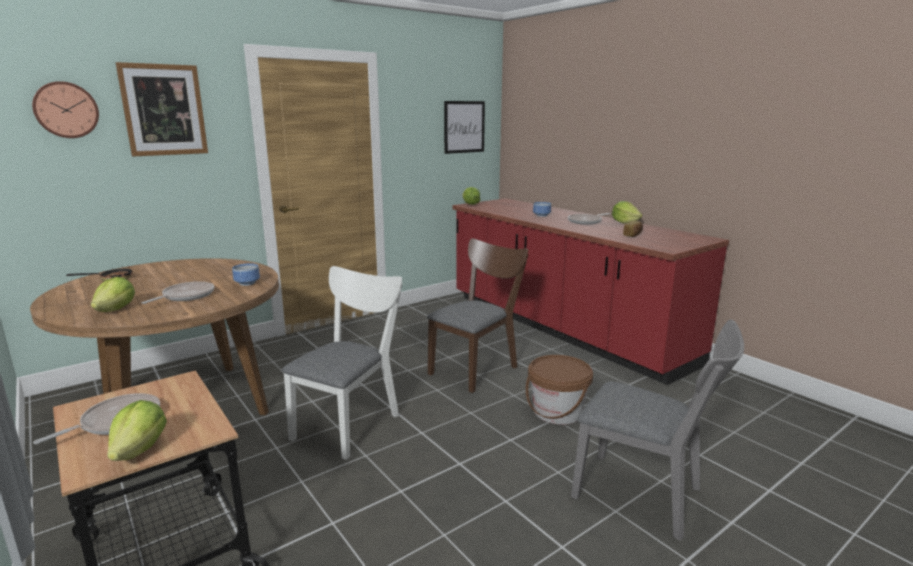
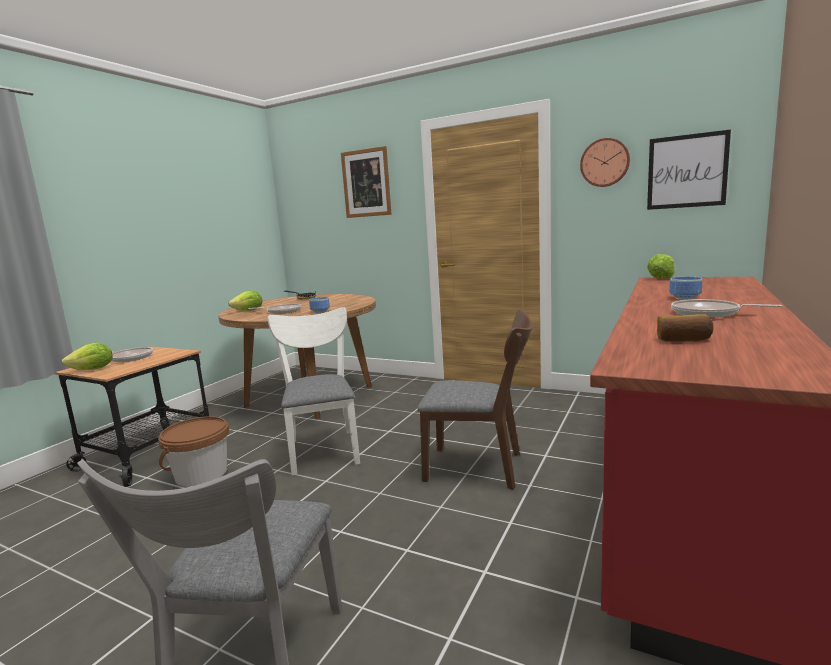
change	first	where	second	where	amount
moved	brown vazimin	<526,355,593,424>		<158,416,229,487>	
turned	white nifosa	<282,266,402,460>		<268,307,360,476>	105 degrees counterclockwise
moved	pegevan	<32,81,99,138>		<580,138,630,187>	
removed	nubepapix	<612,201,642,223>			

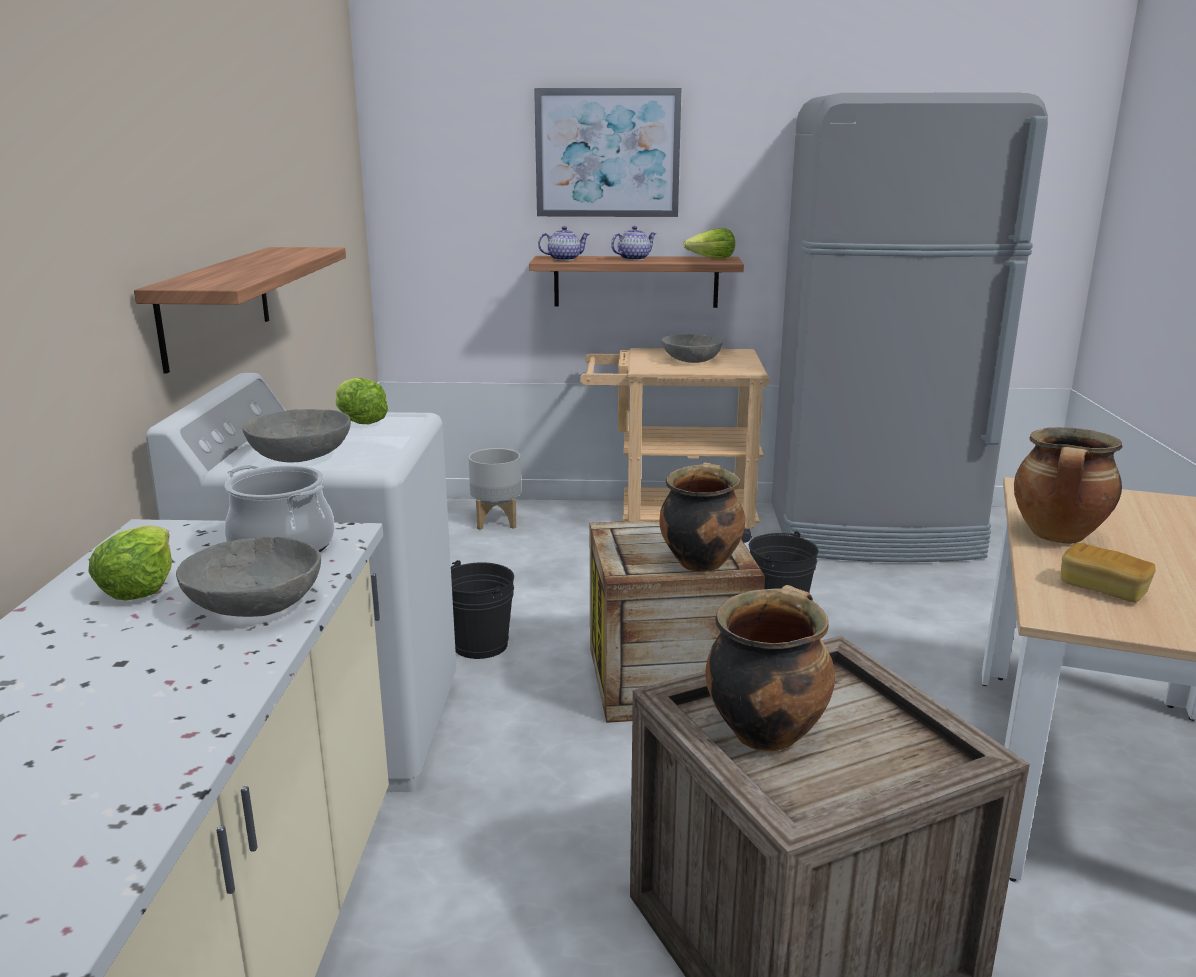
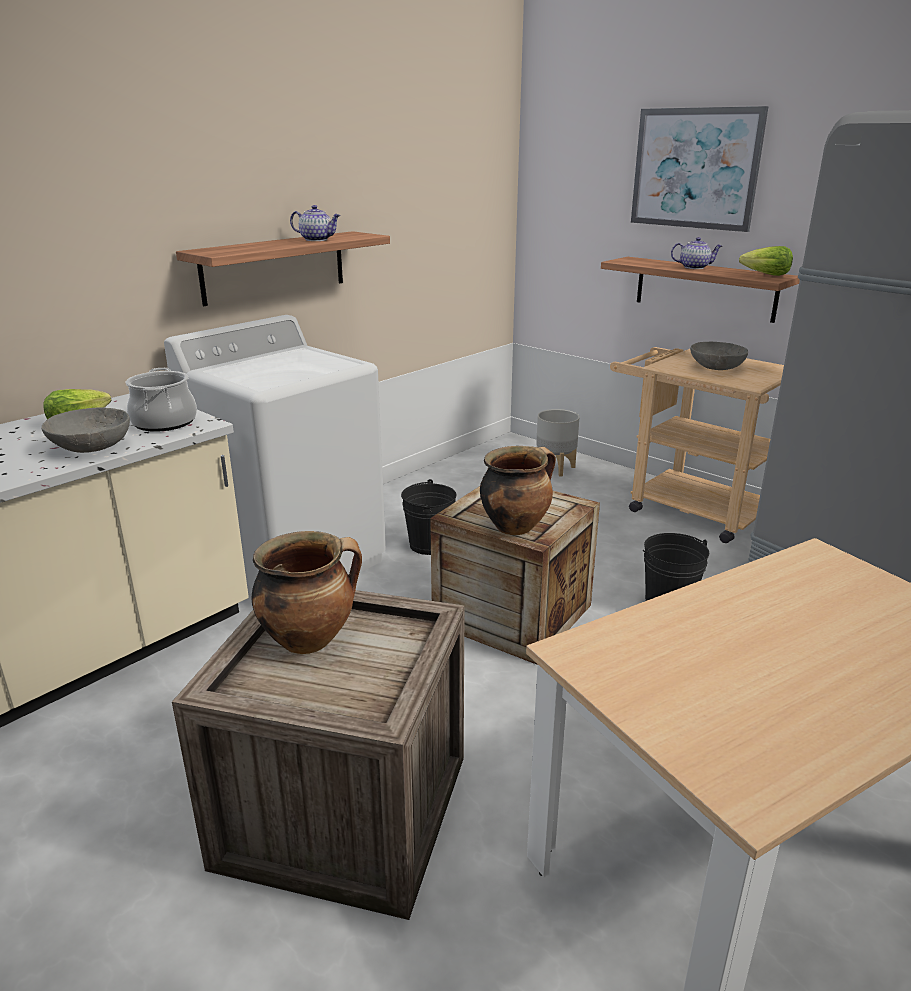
change	first	where	second	where	amount
moved	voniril	<538,226,590,261>		<290,205,341,241>	
removed	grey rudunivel	<242,409,351,463>			
removed	nubepapix	<335,377,388,424>			
removed	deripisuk	<1014,427,1122,544>			
removed	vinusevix	<1061,543,1156,603>			

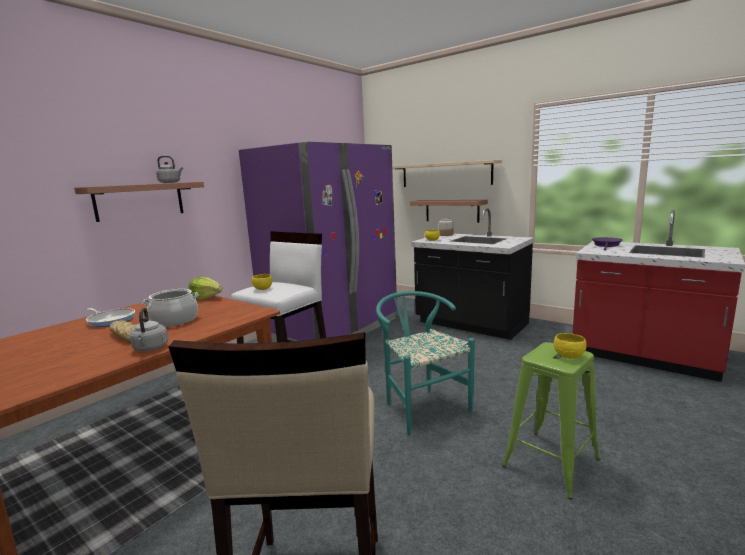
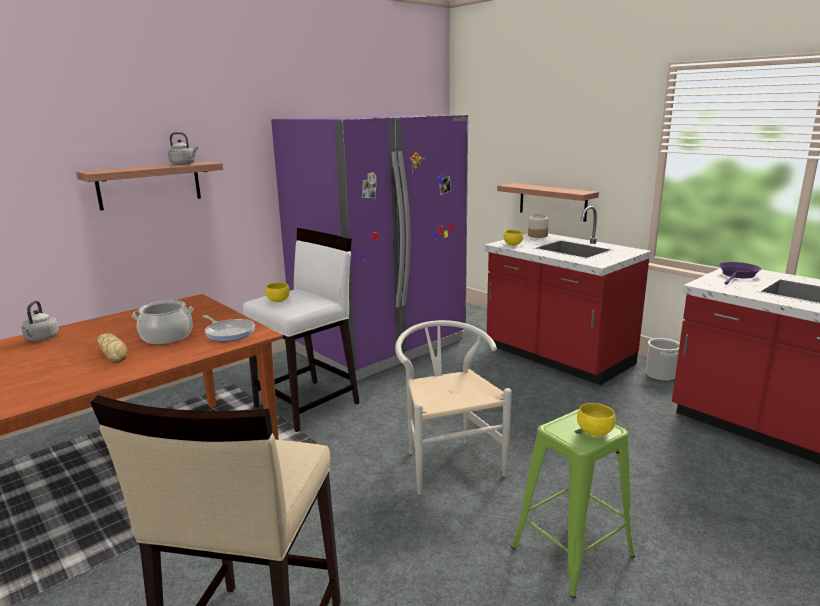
change	first	where	second	where	amount
moved	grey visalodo	<130,308,168,352>		<21,301,59,341>	
moved	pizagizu	<86,308,135,327>		<202,315,255,341>	
recoloured	turquoise nifosa	<376,291,475,436>	white nifosa	<395,320,512,495>	
recoloured	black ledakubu	<411,208,534,340>	red ledakubu	<484,206,652,385>	
added			vazimin	<645,338,680,381>	
removed	nubepapix	<189,277,222,300>			
removed	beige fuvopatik	<392,160,502,187>			

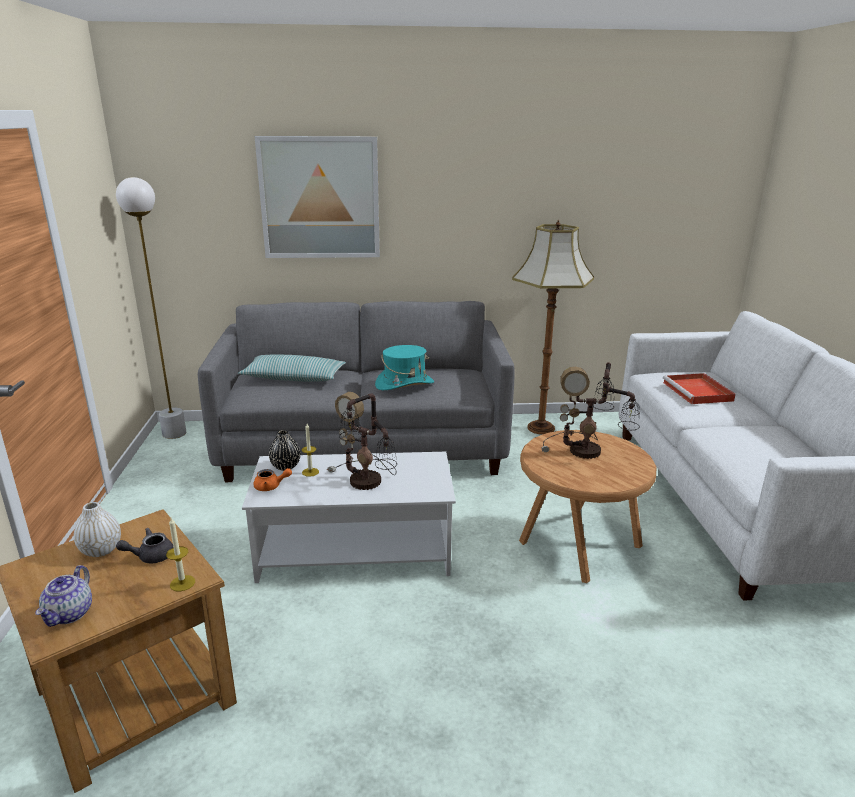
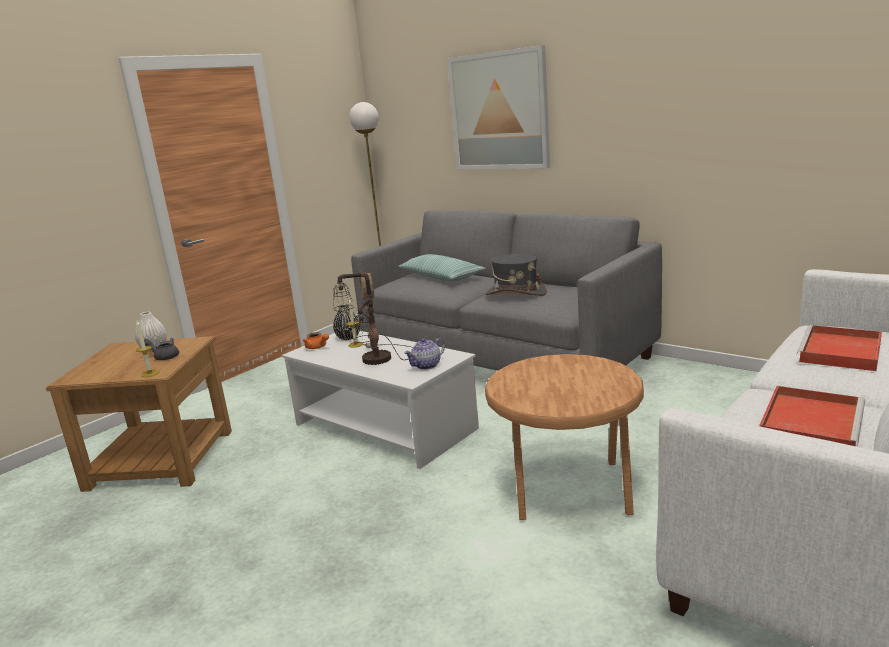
change	first	where	second	where	amount
moved	voniril	<36,565,92,627>		<404,338,445,370>	
recoloured	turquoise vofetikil	<375,345,434,390>	grey vofetikil	<486,254,547,296>	
added			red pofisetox	<759,386,865,446>	
removed	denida	<512,219,594,435>			
removed	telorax	<541,362,640,459>			

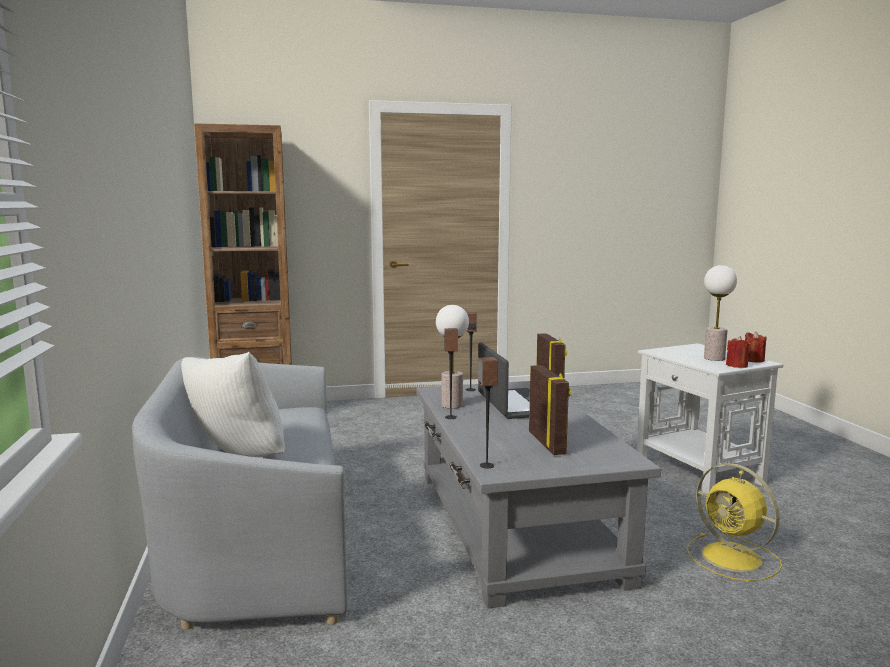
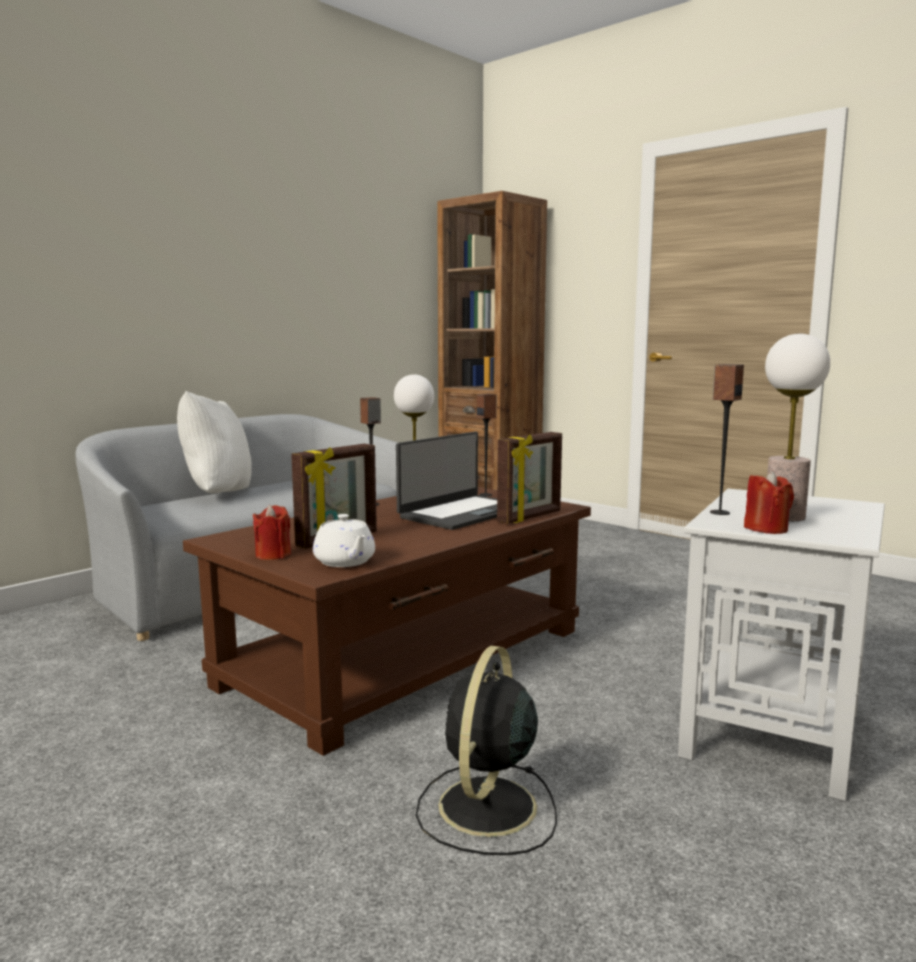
change	first	where	second	where	amount
recoloured	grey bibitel	<416,381,661,609>	brown bibitel	<183,487,591,756>	
moved	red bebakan	<745,332,767,362>		<253,505,291,560>	
added			white voniril	<313,514,375,567>	
recoloured	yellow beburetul	<686,463,782,581>	black beburetul	<416,646,557,855>	
moved	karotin	<478,357,498,469>		<710,364,744,515>	

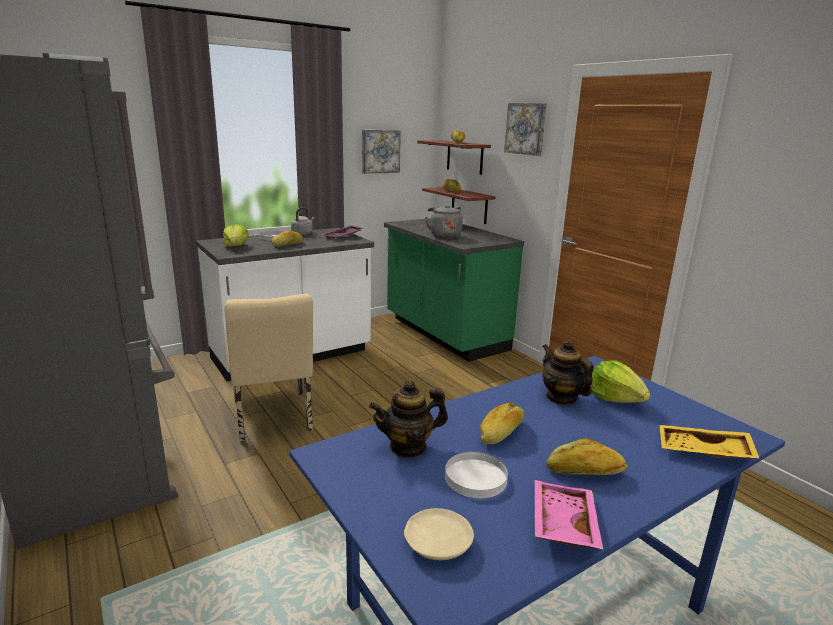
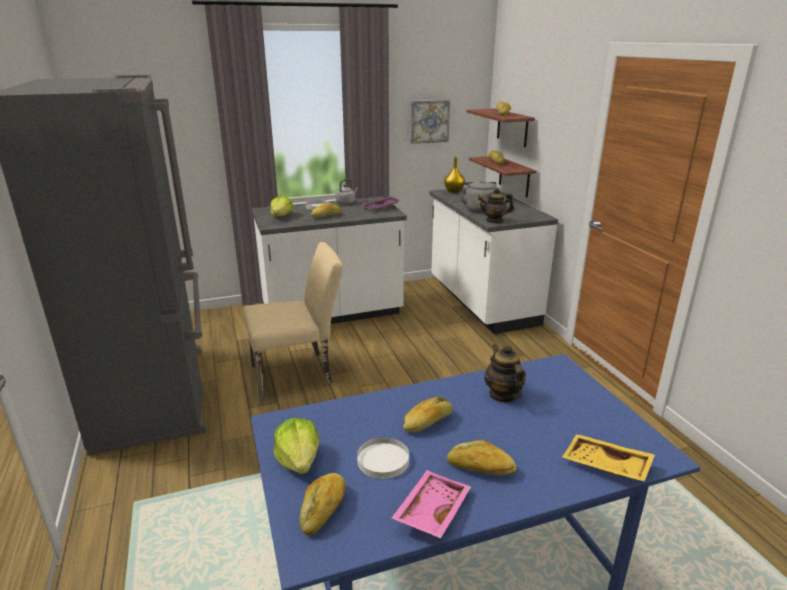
change	first	where	second	where	amount
turned	beige nifosa	<225,294,313,442>		<243,242,343,398>	105 degrees counterclockwise
moved	nubepapix	<591,360,650,403>		<273,418,319,474>	
replaced	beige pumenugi	<404,508,474,560>	vinusevix	<300,473,345,535>	
recoloured	green ledakubu	<384,218,524,362>	white ledakubu	<429,187,558,334>	
added			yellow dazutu	<444,157,465,193>	
moved	voniril	<369,380,448,458>		<478,188,514,223>	
removed	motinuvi	<504,103,547,156>			

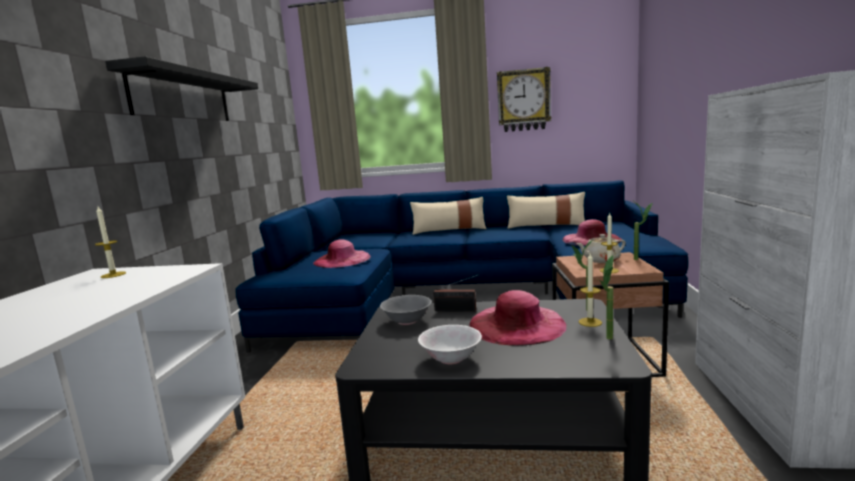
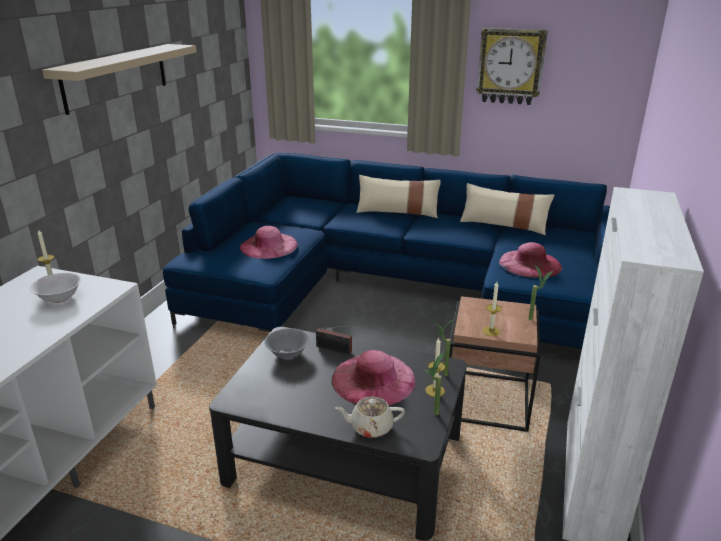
change	first	where	second	where	amount
moved	white rudunivel	<418,325,482,364>		<30,273,82,303>	
recoloured	black fuvopatik	<105,56,258,121>	beige fuvopatik	<42,44,197,115>	
moved	beige voniril	<576,234,626,263>		<335,397,405,438>	

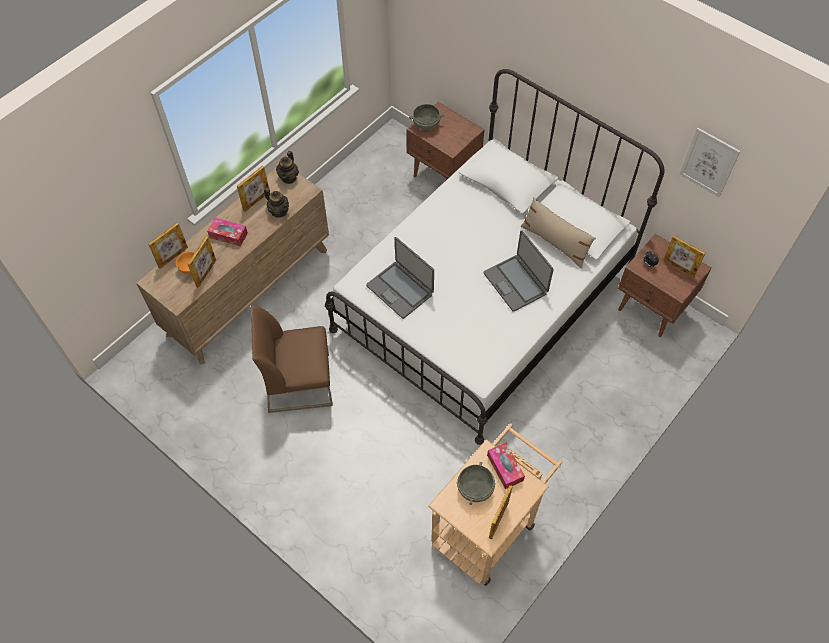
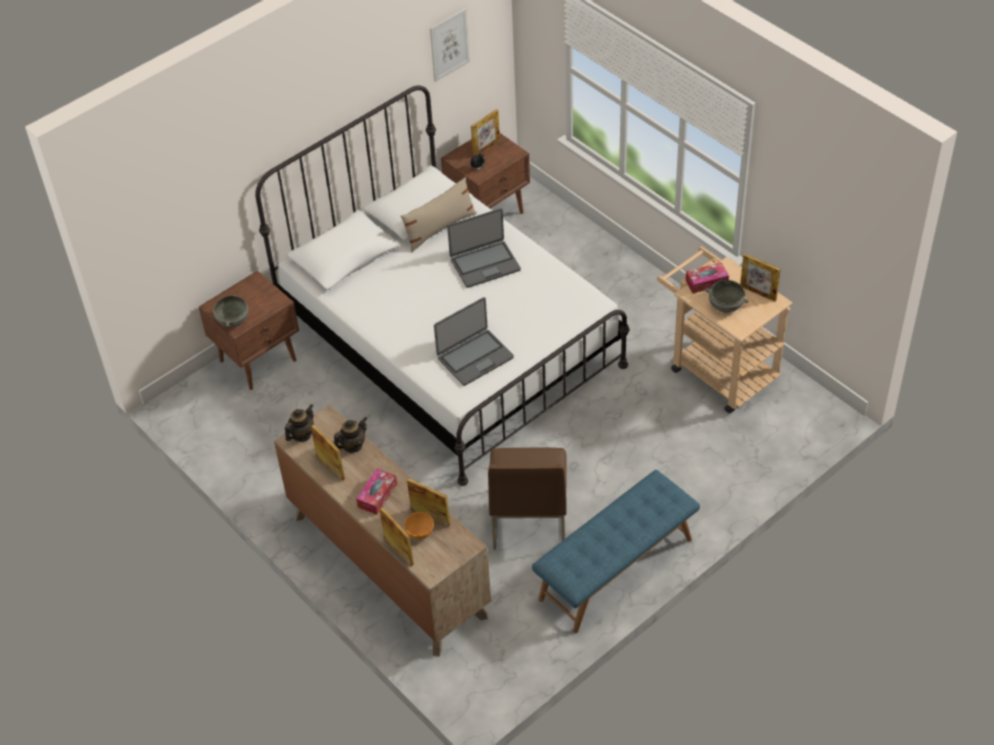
change	first	where	second	where	amount
turned	voniril	<276,151,299,184>		<285,404,314,442>	75 degrees counterclockwise
added			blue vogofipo	<532,470,700,633>	

